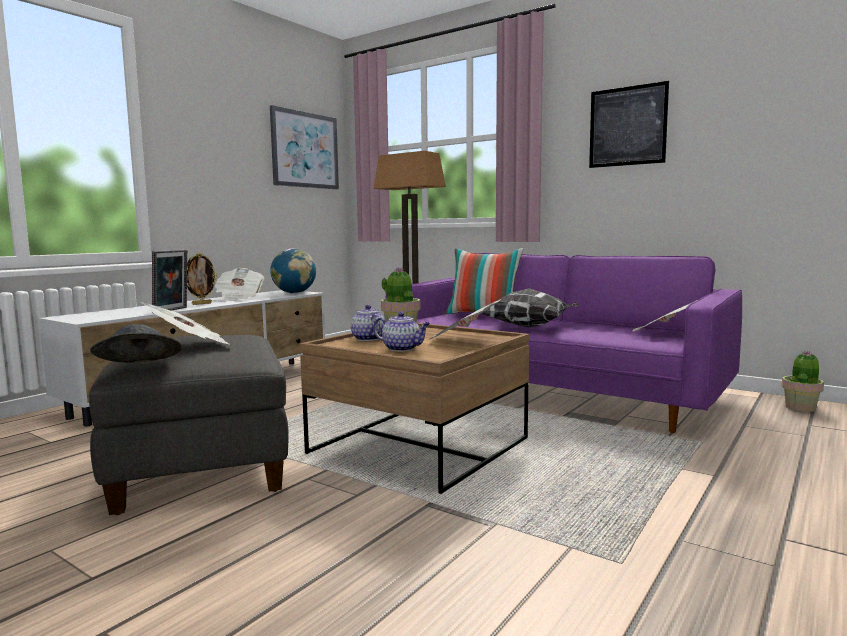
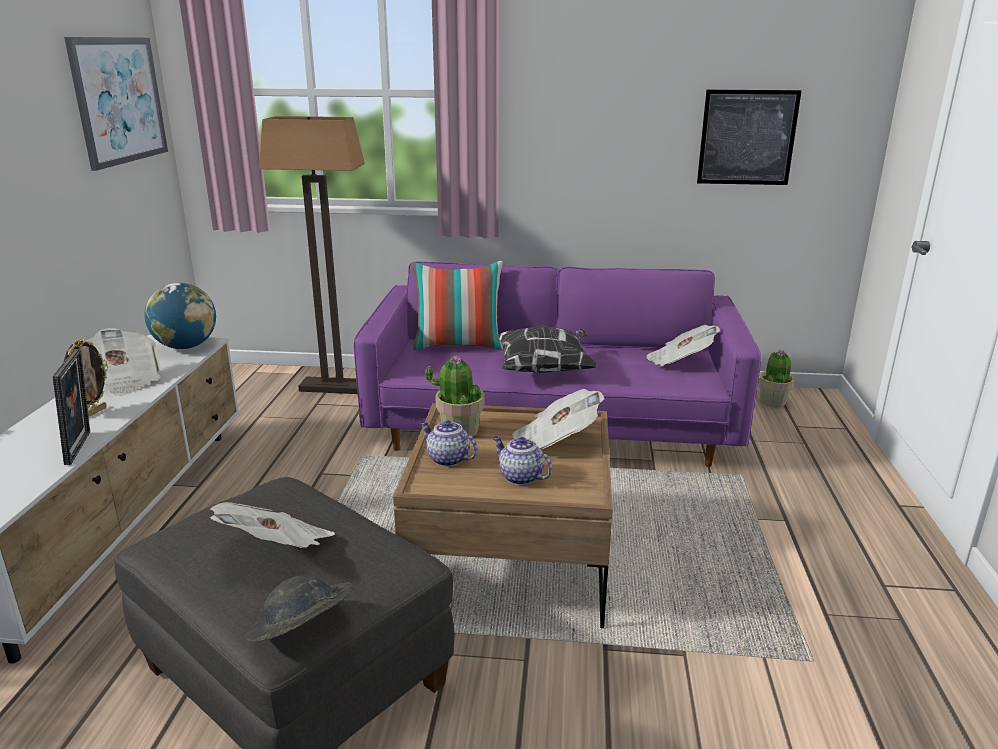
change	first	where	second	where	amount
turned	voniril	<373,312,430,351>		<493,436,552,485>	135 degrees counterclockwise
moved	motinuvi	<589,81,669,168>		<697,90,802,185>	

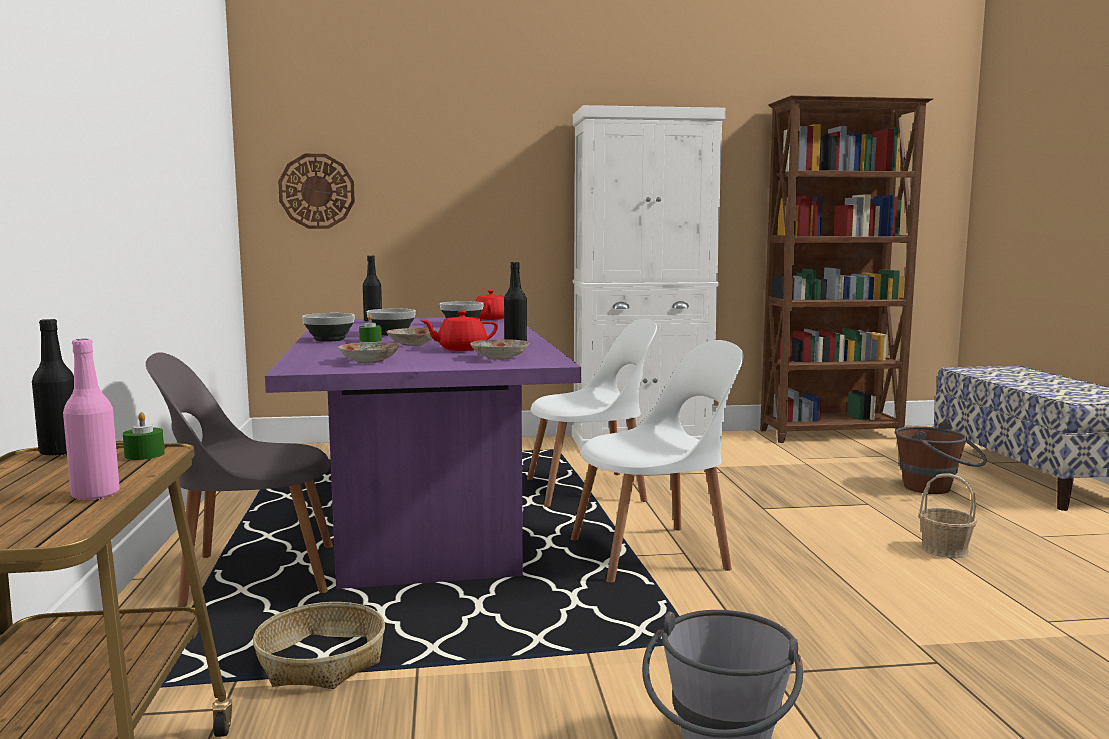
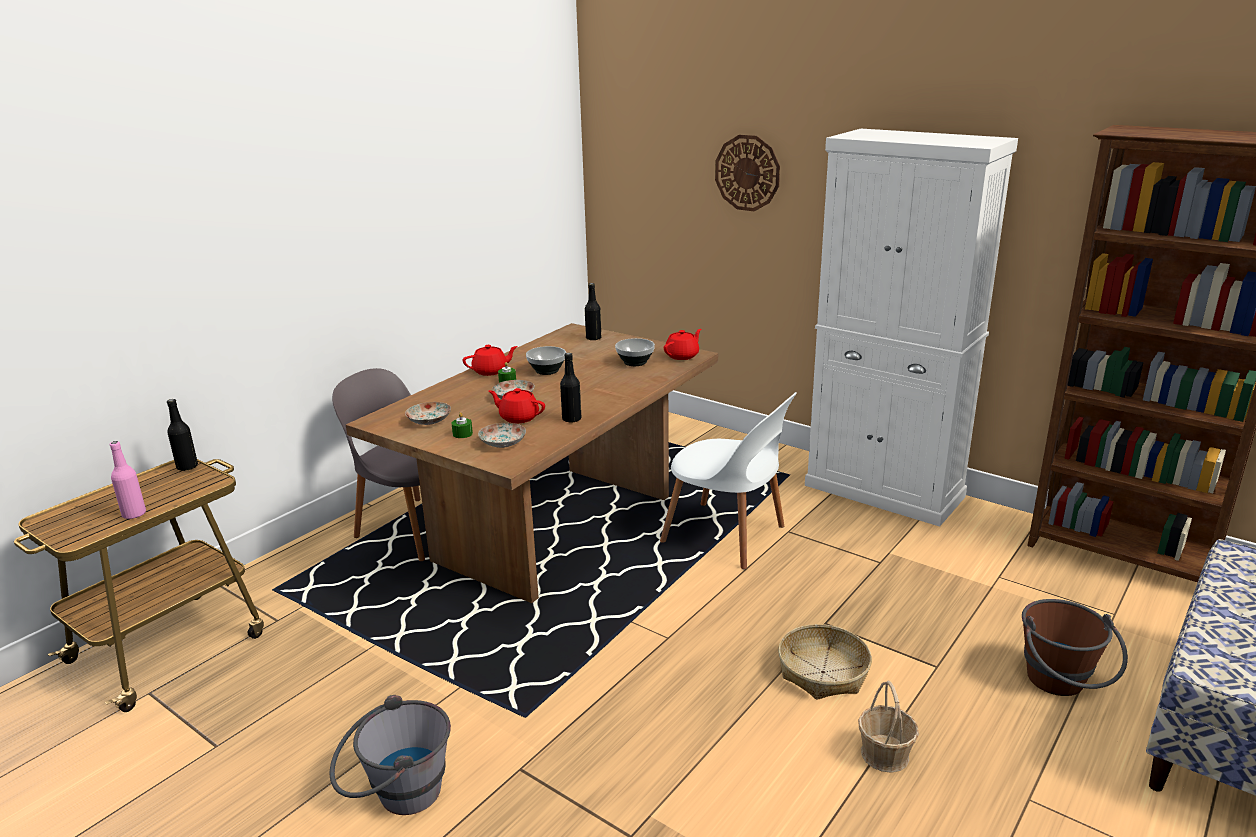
change	first	where	second	where	amount
recoloured	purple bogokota	<265,317,581,589>	brown bogokota	<346,323,718,603>	
moved	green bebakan	<123,412,165,460>		<452,412,473,438>	
replaced	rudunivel	<302,313,355,342>	red voniril	<463,345,518,376>	
moved	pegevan	<278,154,355,229>		<715,135,780,211>	
moved	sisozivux	<253,602,385,689>		<778,624,872,700>	
removed	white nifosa	<571,340,743,582>			

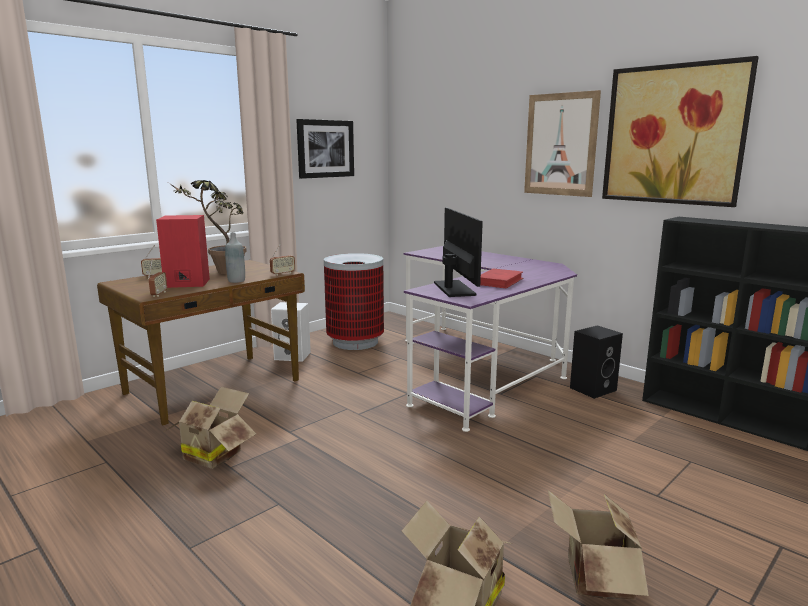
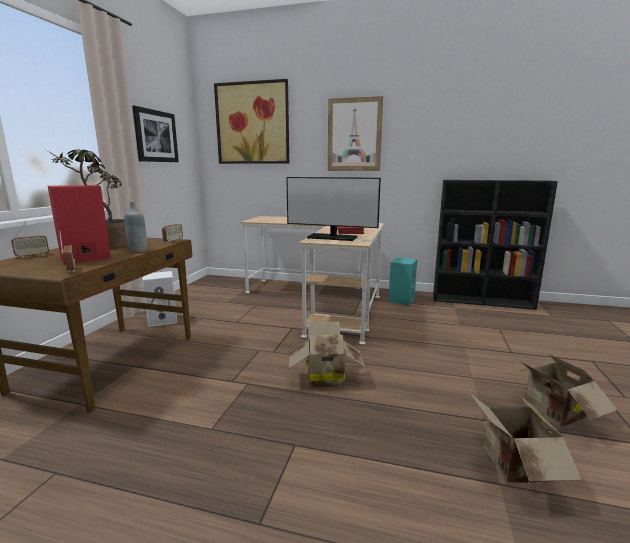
change	first	where	second	where	amount
moved	motinuvi	<602,56,758,207>		<214,79,289,164>	
recoloured	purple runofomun	<404,246,577,432>	beige runofomun	<240,216,384,344>	
turned	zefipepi	<434,207,483,297>		<286,177,381,241>	150 degrees clockwise
moved	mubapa	<165,387,256,469>		<288,321,365,388>	
recoloured	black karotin	<570,325,623,399>	turquoise karotin	<388,257,417,305>	
removed	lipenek	<324,253,384,350>			

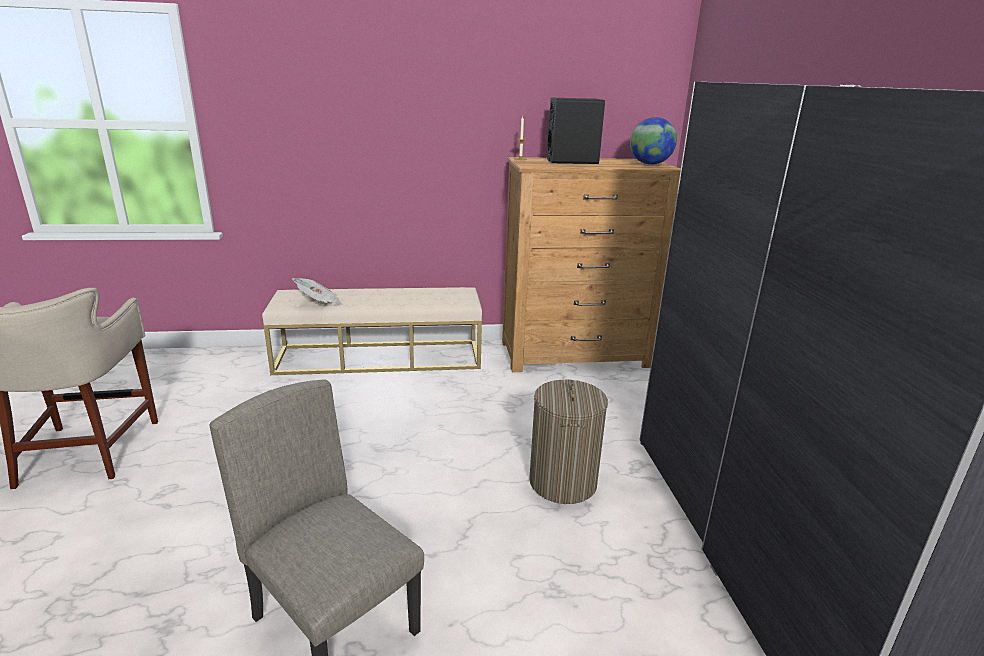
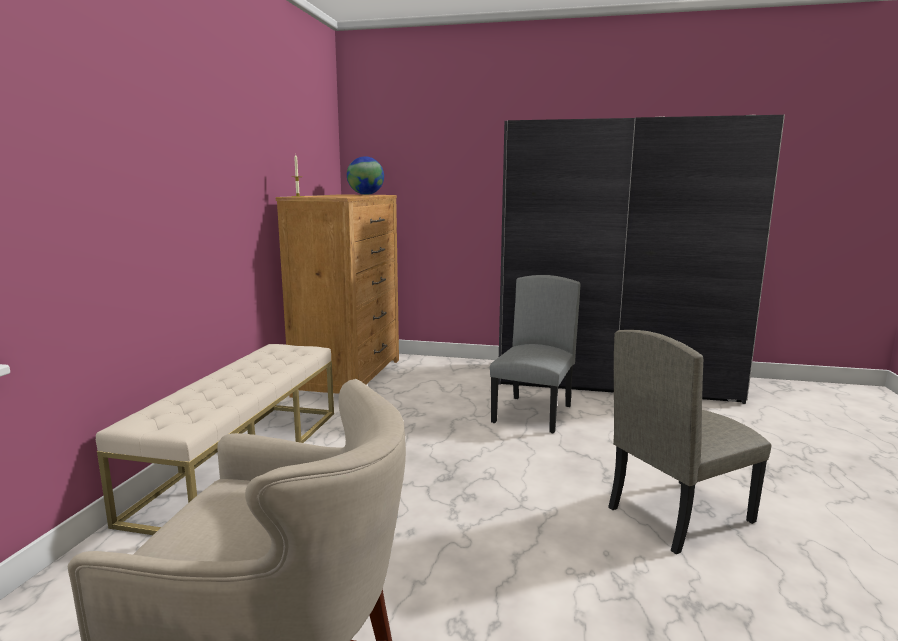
change	first	where	second	where	amount
replaced	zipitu	<529,379,608,504>	grey nifosa	<490,275,580,433>	
removed	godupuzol	<292,278,343,305>			
removed	black karotin	<547,98,605,164>			

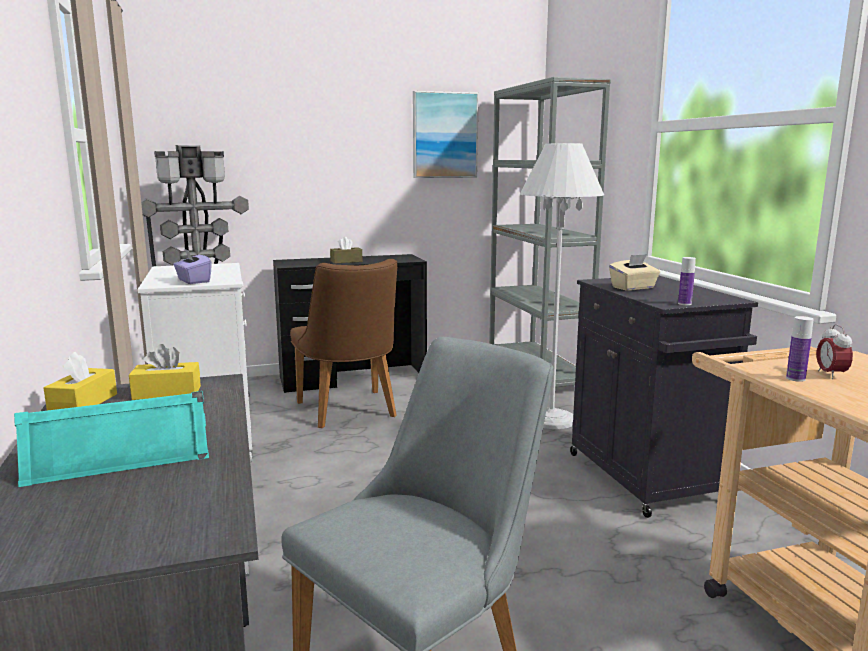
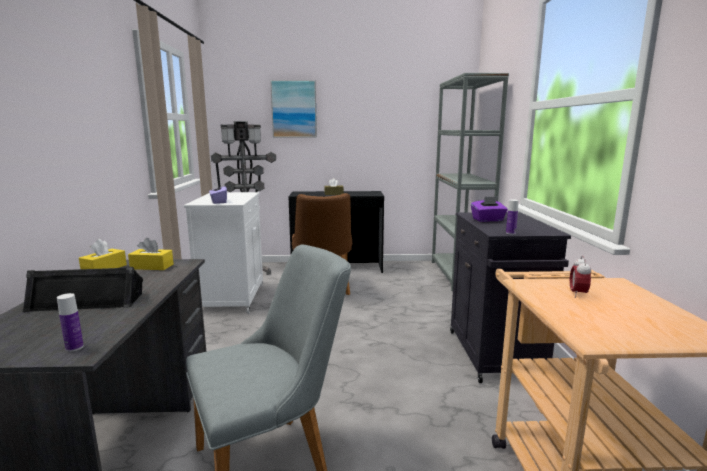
change	first	where	second	where	amount
recoloured	turquoise karotin	<14,391,209,487>	black karotin	<22,267,143,312>	
moved	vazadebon	<786,316,814,382>		<57,293,84,352>	
moved	motinuvi	<413,91,479,178>		<270,80,317,138>	
recoloured	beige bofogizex	<609,254,660,291>	purple bofogizex	<471,197,508,222>	
removed	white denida	<520,143,604,429>			

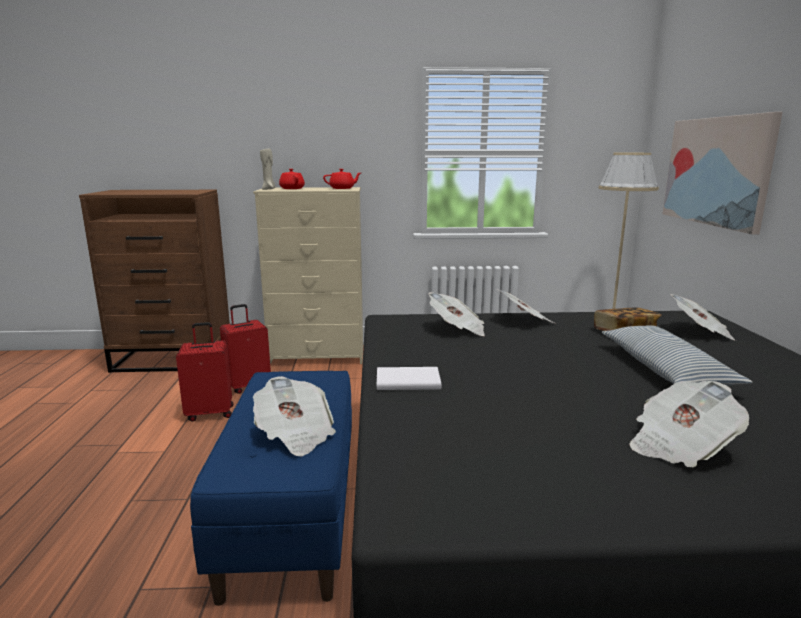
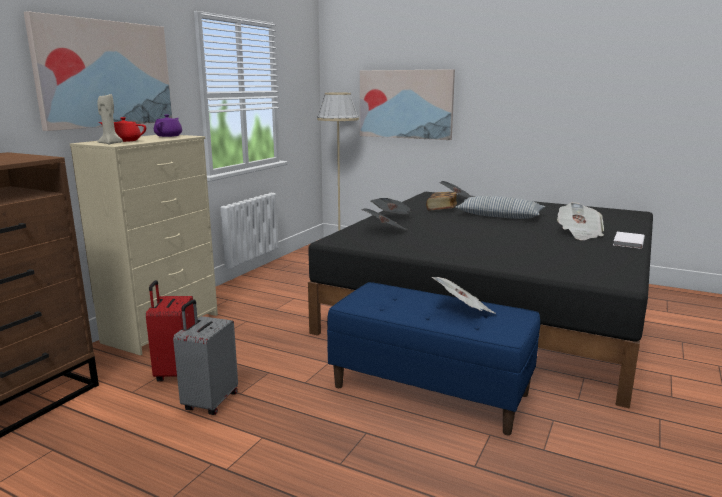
change	first	where	second	where	amount
added			motinuvi	<24,11,172,131>	
recoloured	red voniril	<323,169,361,189>	purple voniril	<154,114,182,137>	
recoloured	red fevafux	<176,322,234,422>	grey fevafux	<173,299,238,415>	
moved	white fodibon	<377,367,441,390>		<613,232,645,249>	

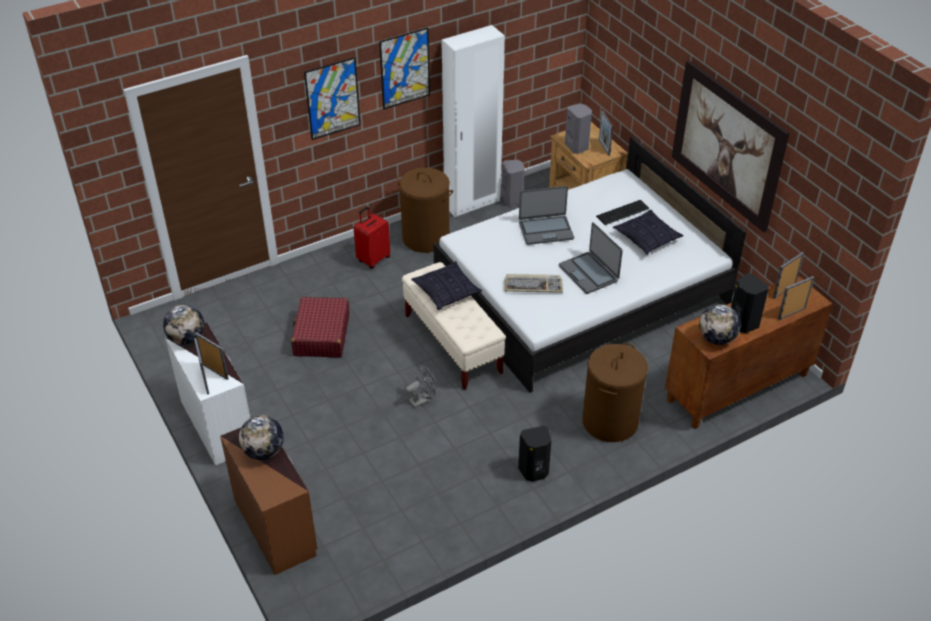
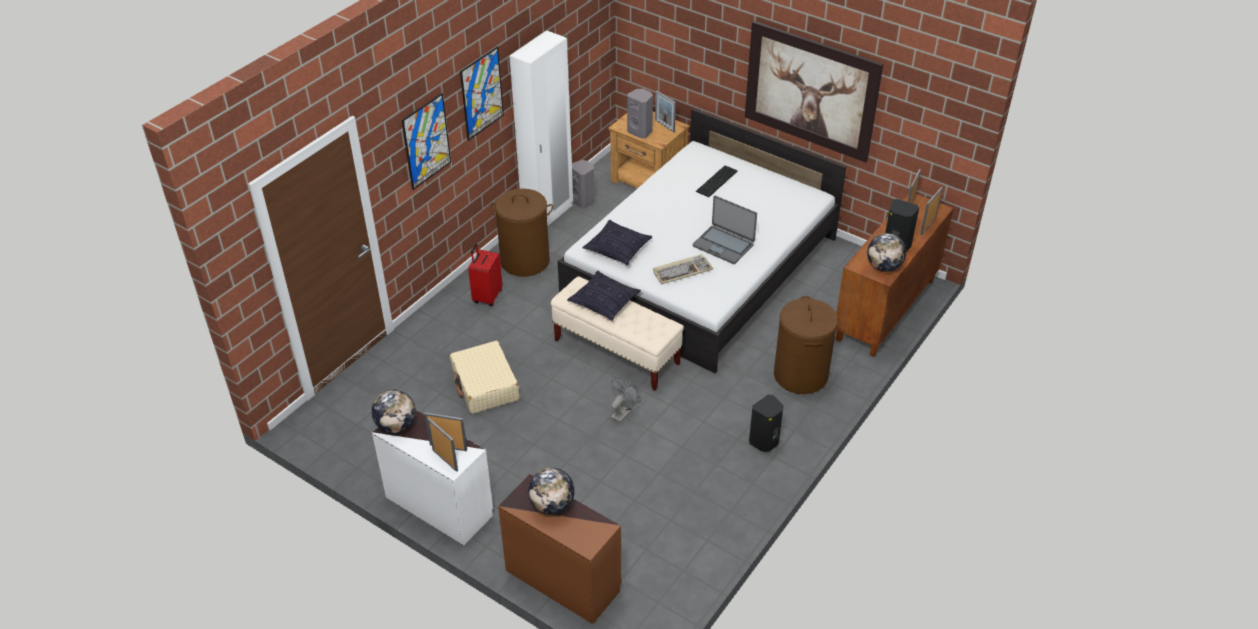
change	first	where	second	where	amount
recoloured	red fevafux	<291,297,349,358>	beige fevafux	<450,341,519,414>	
moved	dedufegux	<613,210,684,254>		<582,220,653,265>	
removed	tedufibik	<519,186,574,245>			

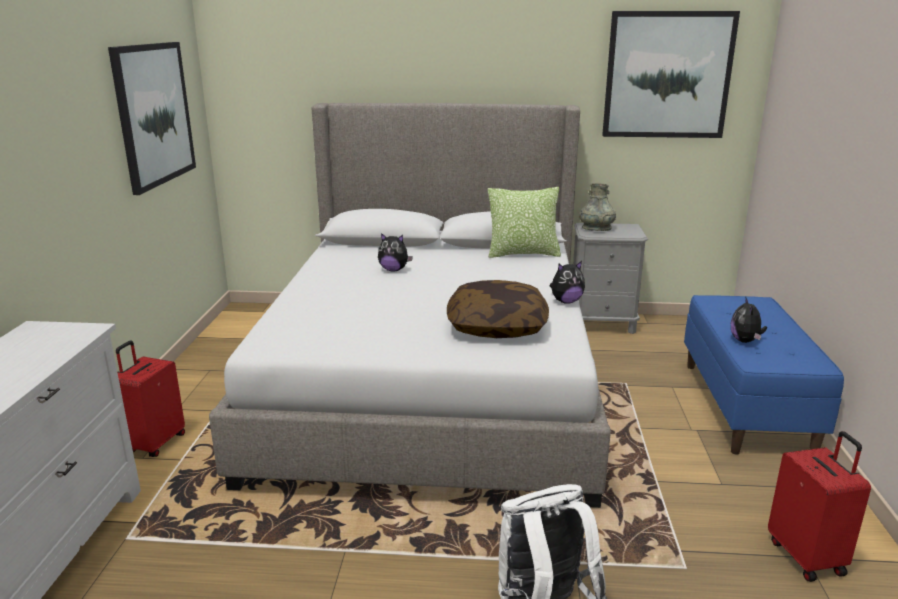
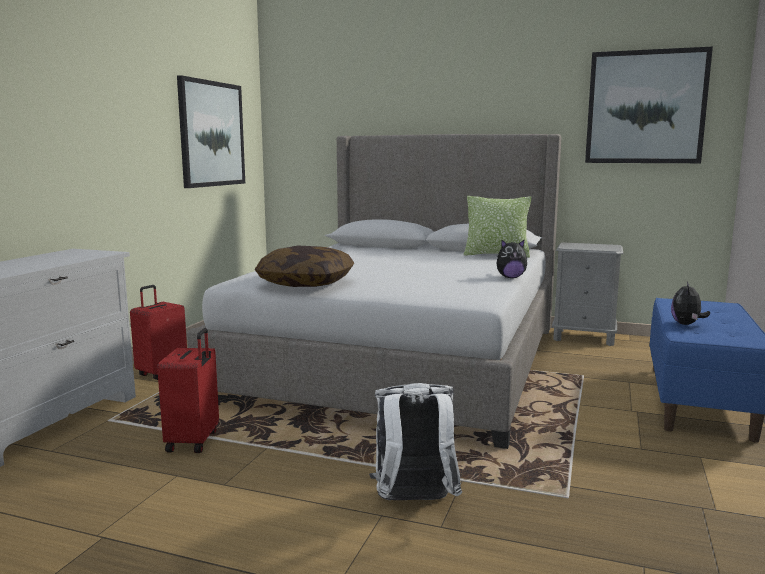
change	first	where	second	where	amount
moved	red fevafux	<768,431,871,582>		<157,328,219,453>	
moved	dedufegux	<447,280,549,338>		<255,246,354,287>	
removed	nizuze	<378,233,413,271>			
removed	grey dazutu	<579,183,616,231>			

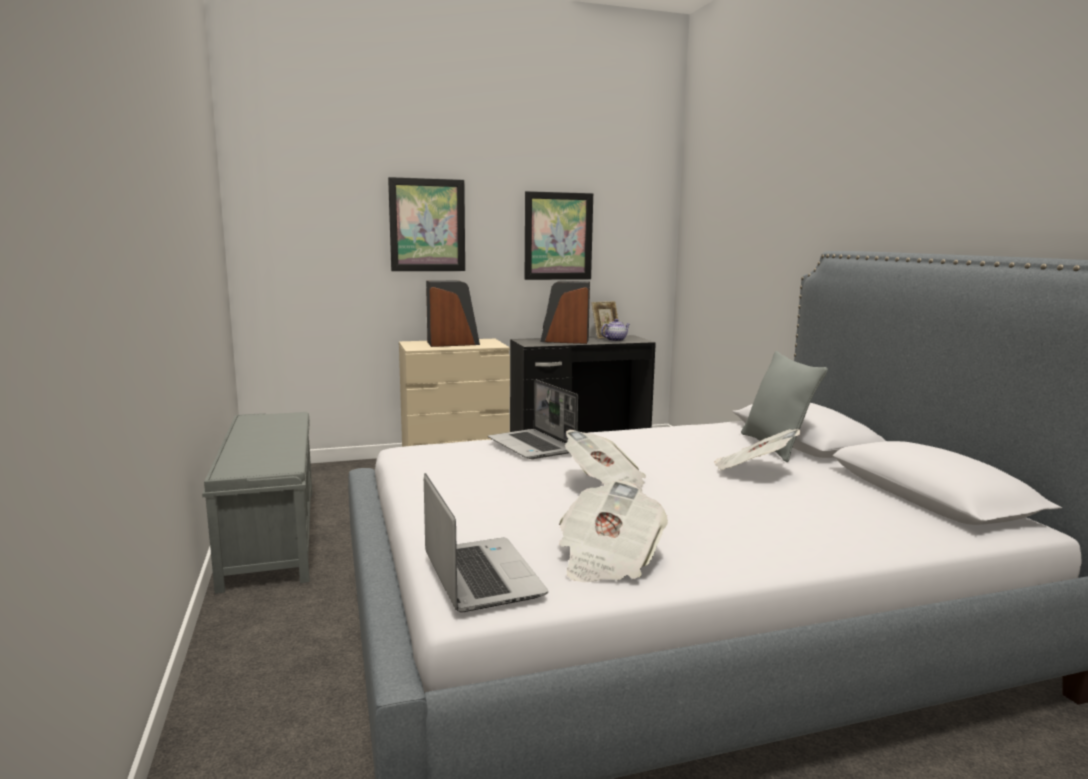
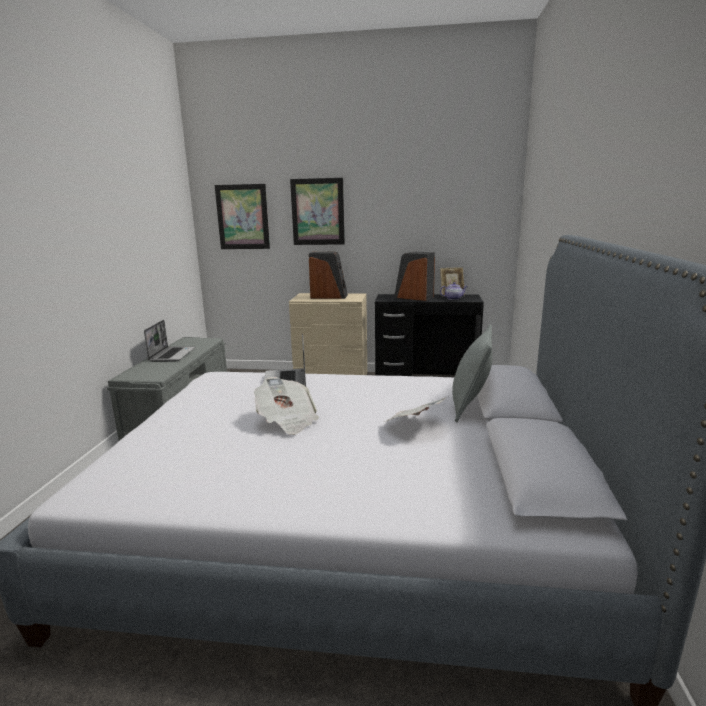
change	first	where	second	where	amount
moved	tedufibik	<424,473,548,612>		<144,320,196,362>	
moved	motinuvi	<525,191,593,280>		<215,184,270,249>	
removed	godupuzol	<559,481,668,582>			

